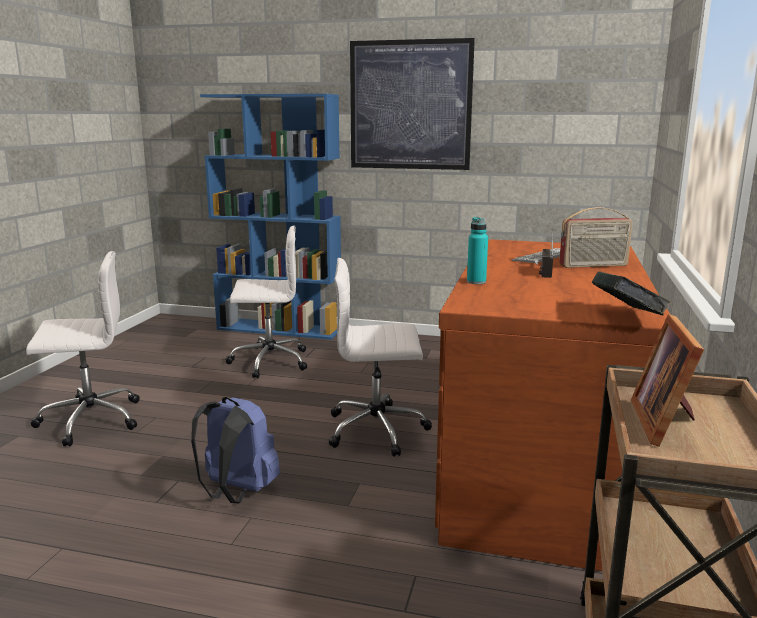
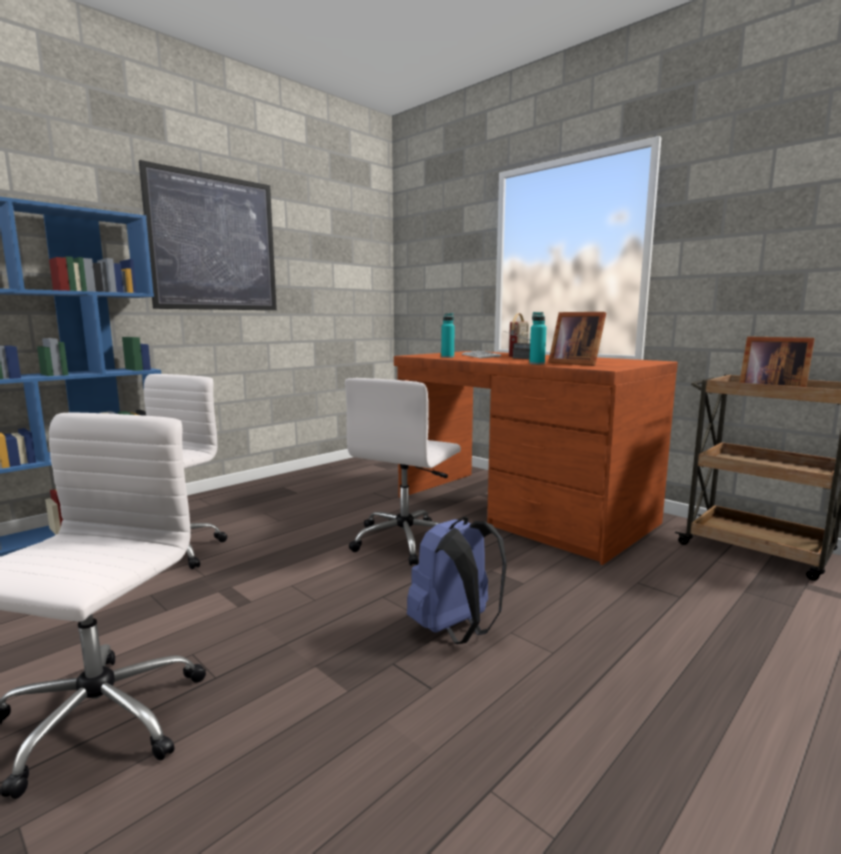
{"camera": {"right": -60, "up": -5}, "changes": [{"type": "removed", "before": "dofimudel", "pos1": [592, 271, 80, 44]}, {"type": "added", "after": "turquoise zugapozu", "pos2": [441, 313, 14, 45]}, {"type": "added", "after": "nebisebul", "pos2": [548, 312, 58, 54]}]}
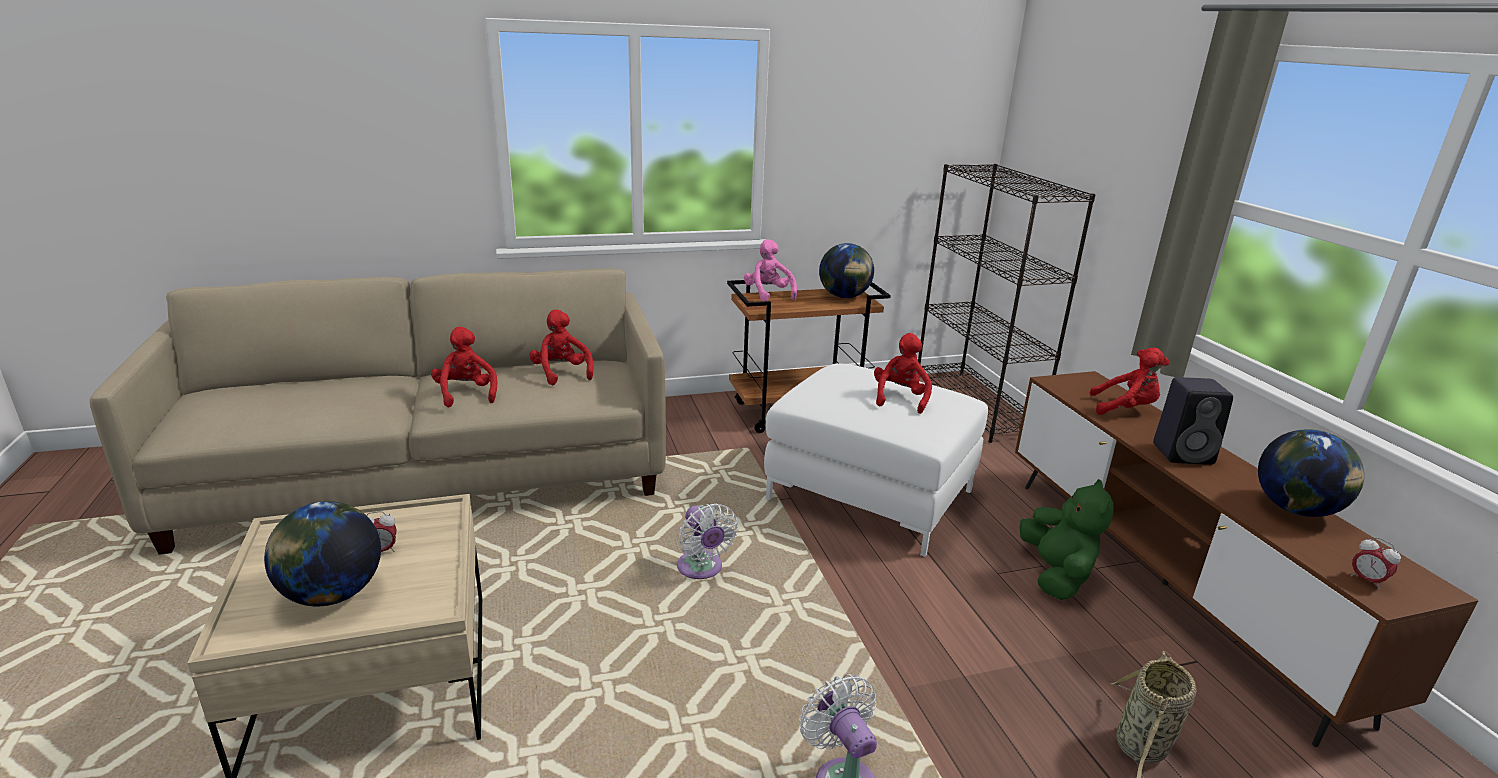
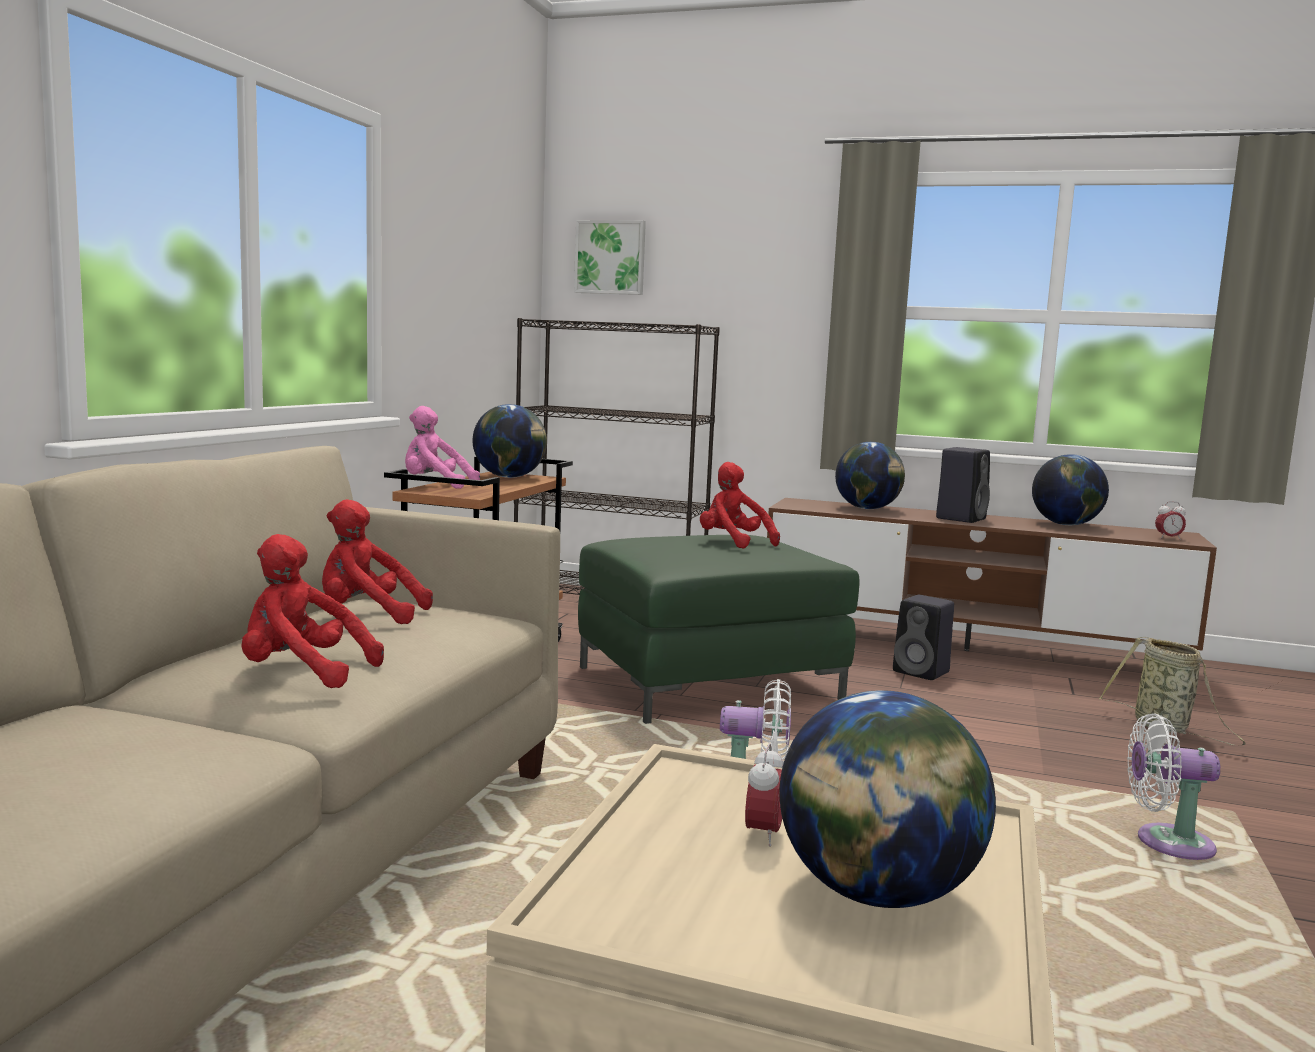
{"camera": {"right": -55, "up": -15}, "changes": [{"type": "recoloured", "before": "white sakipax", "after": "green sakipax", "pos1": [764, 363, 224, 194], "pos2": [578, 535, 282, 189]}, {"type": "replaced", "before": "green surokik", "after": "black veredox", "pos1": [1019, 479, 95, 121], "pos2": [893, 595, 61, 85]}, {"type": "replaced", "before": "red surokik", "after": "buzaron", "pos1": [1090, 348, 79, 67], "pos2": [835, 442, 70, 67]}, {"type": "added", "after": "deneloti", "pos2": [574, 220, 72, 75]}]}
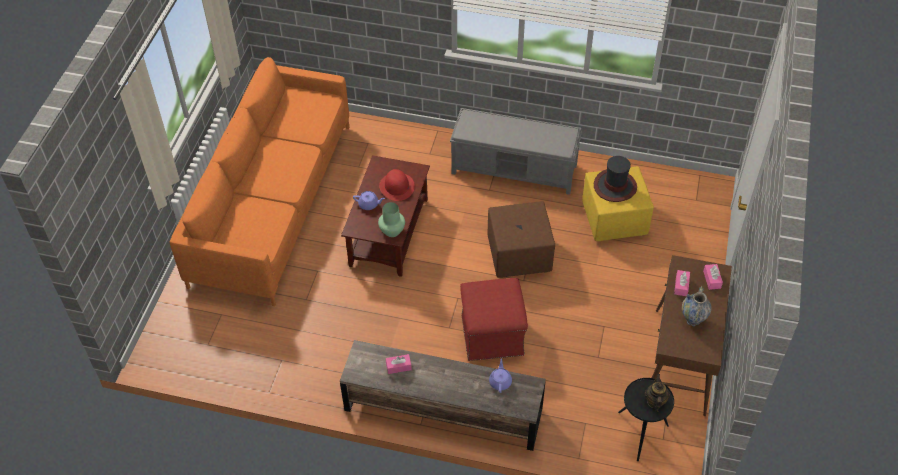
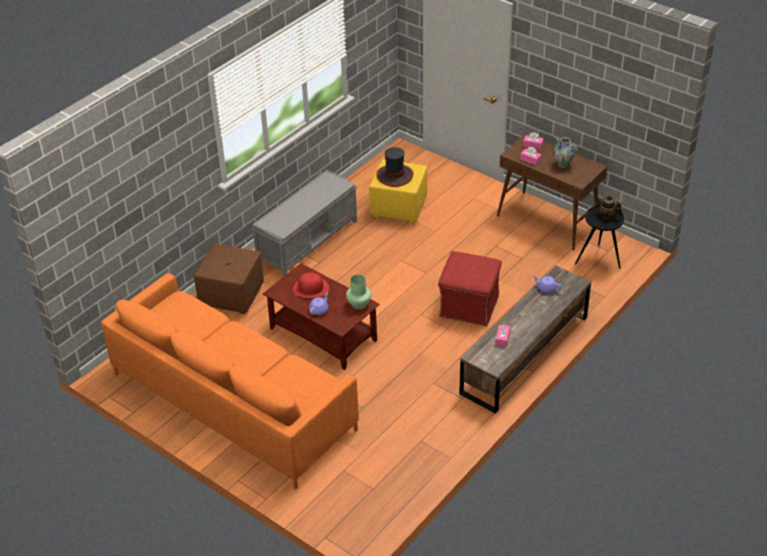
{"camera": {"right": -65, "up": -10}, "changes": [{"type": "moved", "before": "brown sakipax", "pos1": [488, 201, 67, 77], "pos2": [194, 244, 70, 70]}]}
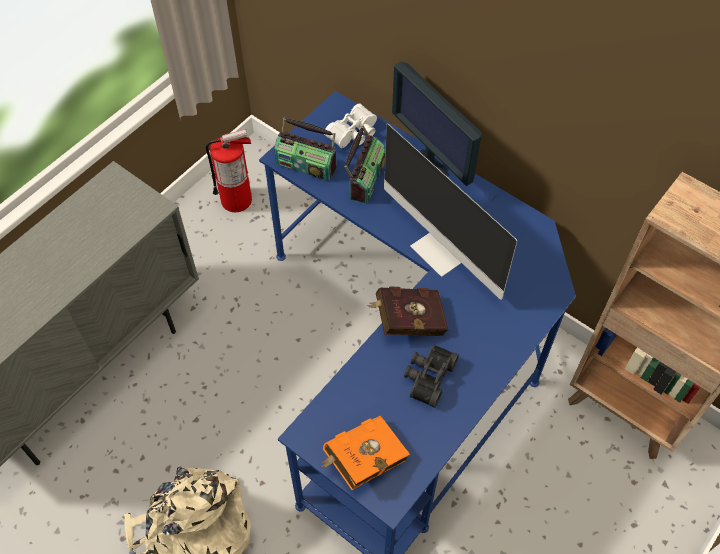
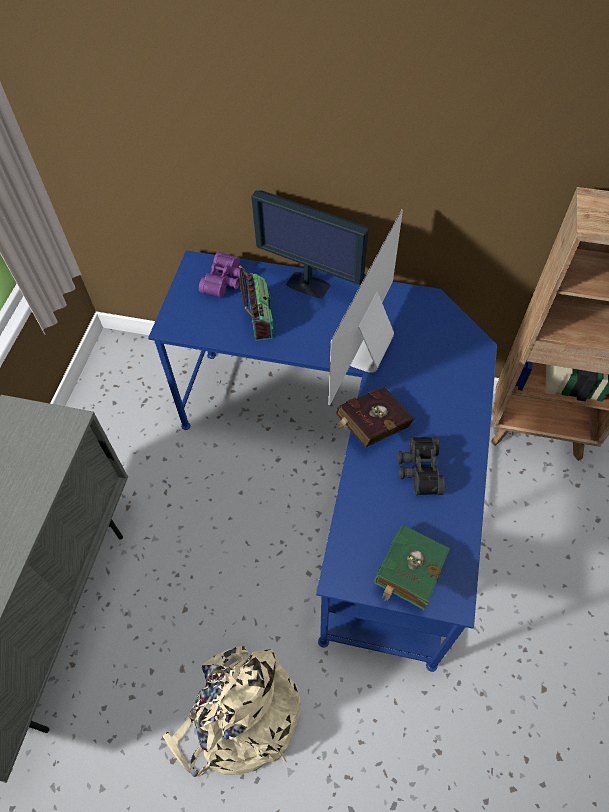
{"camera": {"right": -25, "up": 0}, "changes": [{"type": "removed", "before": "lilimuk", "pos1": [205, 129, 47, 83]}, {"type": "removed", "before": "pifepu", "pos1": [274, 118, 62, 63]}, {"type": "recoloured", "before": "orange dofimudel", "after": "green dofimudel", "pos1": [321, 415, 89, 75], "pos2": [374, 525, 76, 85]}, {"type": "recoloured", "before": "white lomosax", "after": "purple lomosax", "pos1": [324, 103, 53, 45], "pos2": [199, 252, 46, 46]}, {"type": "turned", "before": "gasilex", "pos1": [384, 124, 133, 176], "pos2": [328, 209, 75, 196], "turn": 90}]}
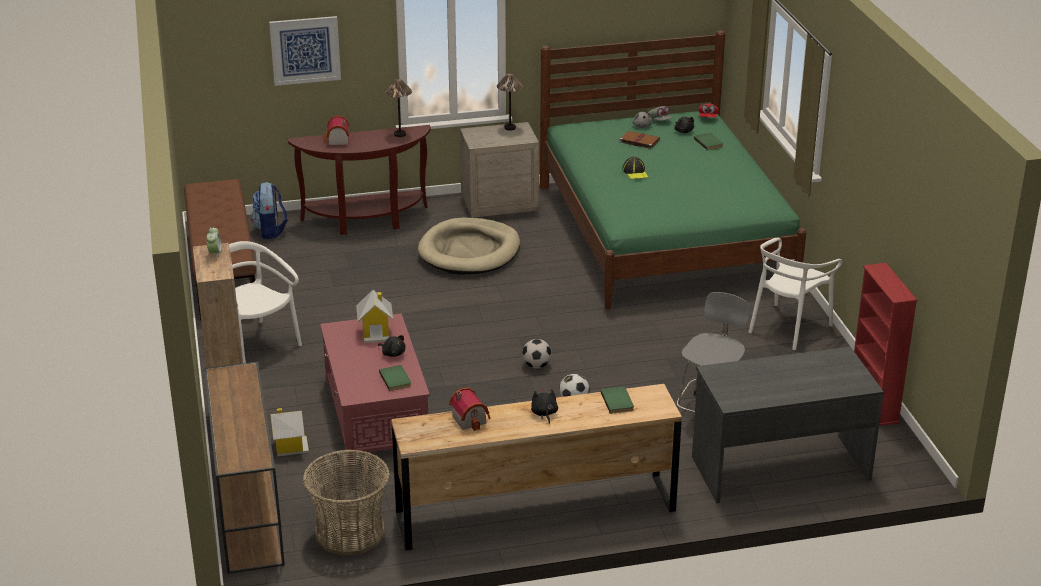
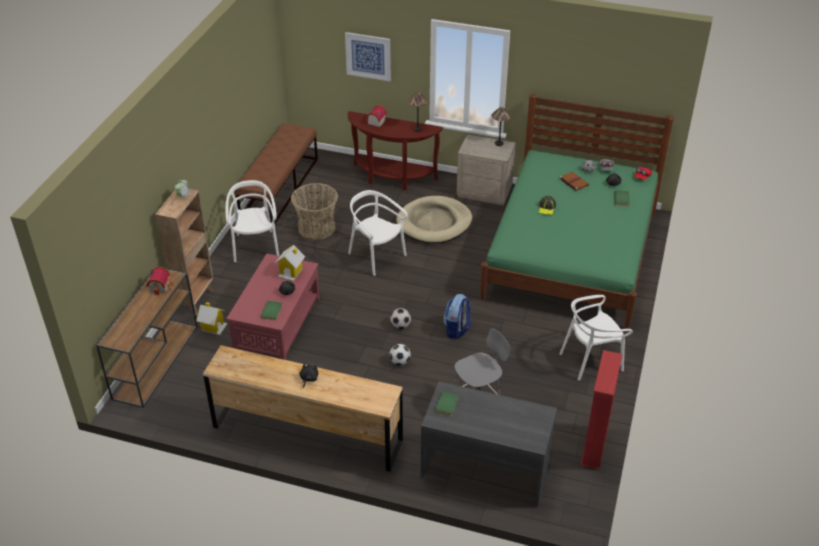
{"camera": {"right": 30, "up": 10}, "changes": [{"type": "moved", "before": "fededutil", "pos1": [251, 182, 37, 58], "pos2": [443, 294, 28, 45]}, {"type": "moved", "before": "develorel", "pos1": [303, 449, 87, 107], "pos2": [291, 183, 47, 57]}, {"type": "moved", "before": "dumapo", "pos1": [449, 388, 42, 43], "pos2": [146, 267, 27, 28]}, {"type": "moved", "before": "green dofimudel", "pos1": [601, 386, 33, 28], "pos2": [434, 391, 25, 25]}, {"type": "added", "after": "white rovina", "pos2": [348, 190, 60, 86]}]}
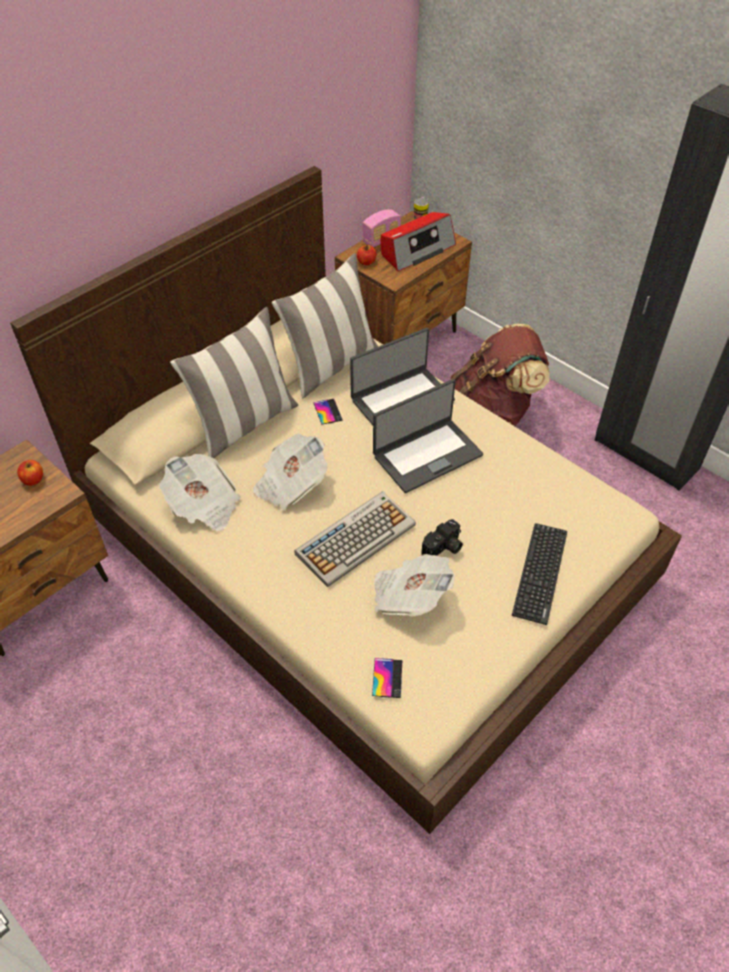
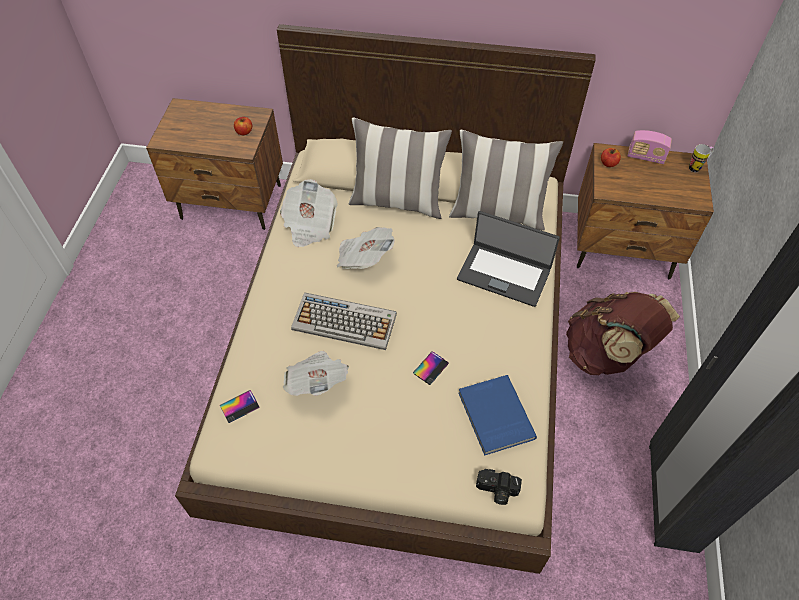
{"camera": {"right": 55, "up": 5}, "changes": [{"type": "moved", "before": "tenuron", "pos1": [313, 399, 30, 25], "pos2": [413, 351, 36, 34]}, {"type": "removed", "before": "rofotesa", "pos1": [373, 379, 110, 114]}, {"type": "removed", "before": "pifepu", "pos1": [380, 212, 76, 59]}, {"type": "moved", "before": "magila", "pos1": [421, 519, 42, 37], "pos2": [476, 469, 46, 36]}, {"type": "removed", "before": "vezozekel", "pos1": [512, 523, 55, 102]}, {"type": "added", "after": "blue dofimudel", "pos2": [459, 375, 78, 81]}]}
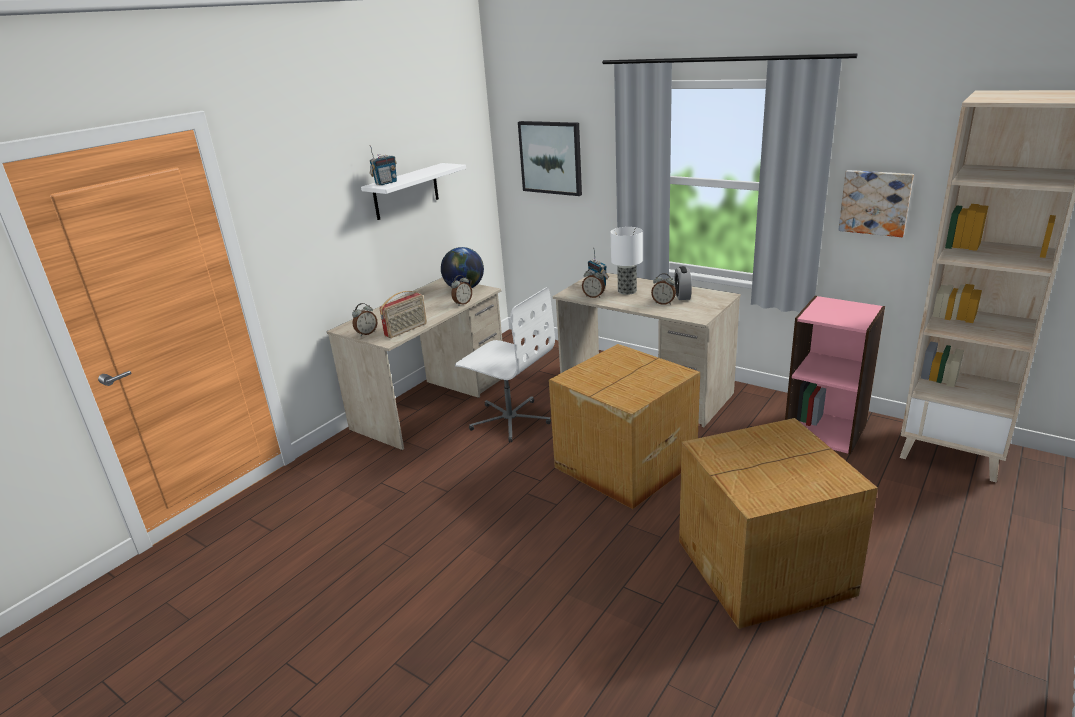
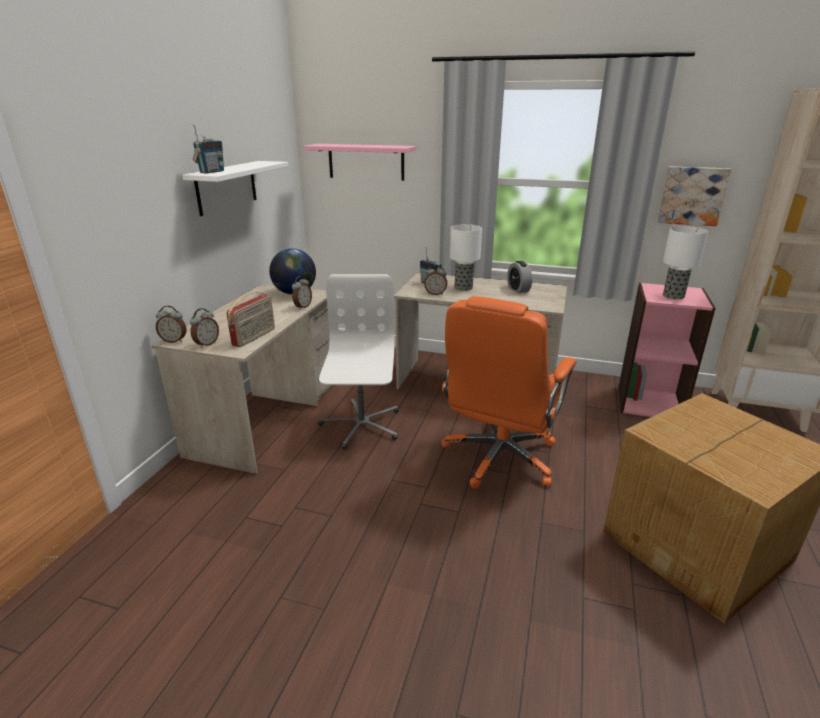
{"camera": {"right": -20, "up": 0}, "changes": [{"type": "turned", "before": "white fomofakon", "pos1": [455, 287, 100, 156], "pos2": [318, 274, 81, 175], "turn": -105}, {"type": "replaced", "before": "deneloti", "after": "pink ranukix", "pos1": [518, 121, 64, 75], "pos2": [304, 144, 112, 37]}, {"type": "replaced", "before": "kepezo", "after": "orange fomofakon", "pos1": [549, 344, 151, 165], "pos2": [441, 296, 136, 193]}, {"type": "moved", "before": "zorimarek", "pos1": [651, 273, 25, 32], "pos2": [156, 306, 30, 37]}, {"type": "added", "after": "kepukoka", "pos2": [663, 226, 45, 74]}]}
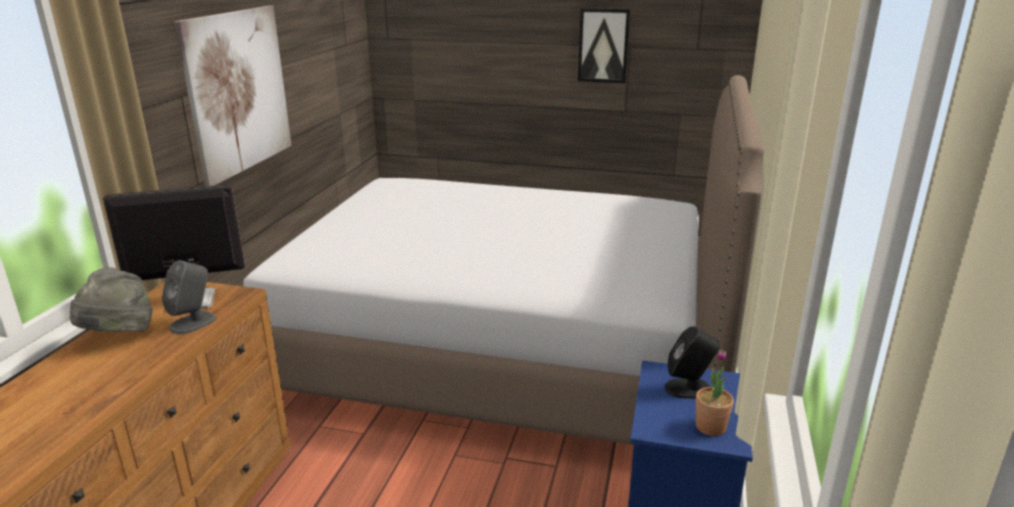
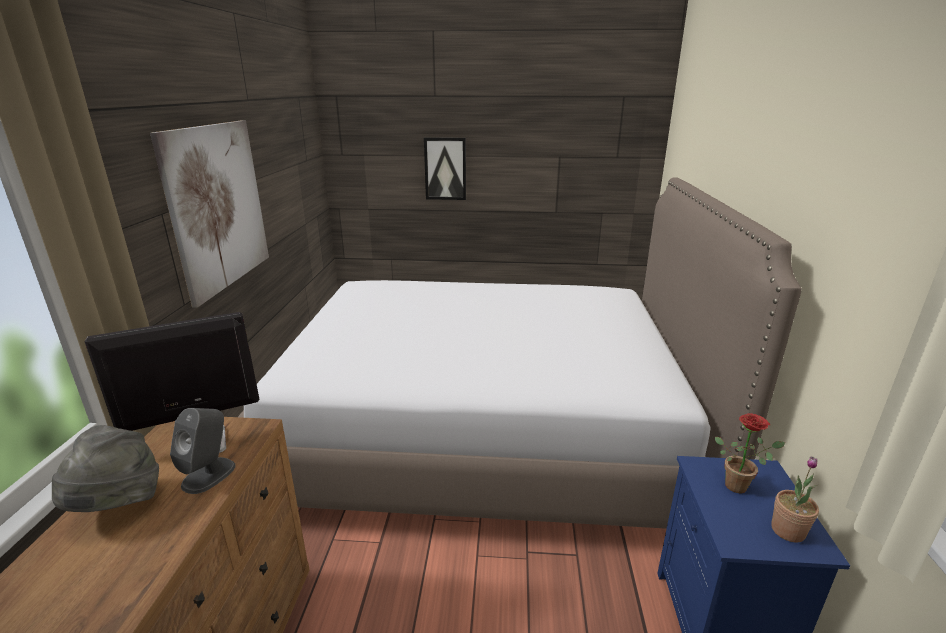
{"camera": {"right": -10, "up": 0}, "changes": [{"type": "moved", "before": "deneloti", "pos1": [578, 8, 52, 75], "pos2": [424, 137, 42, 63]}, {"type": "replaced", "before": "black veredox", "after": "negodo", "pos1": [665, 326, 55, 73], "pos2": [715, 413, 70, 80]}]}
